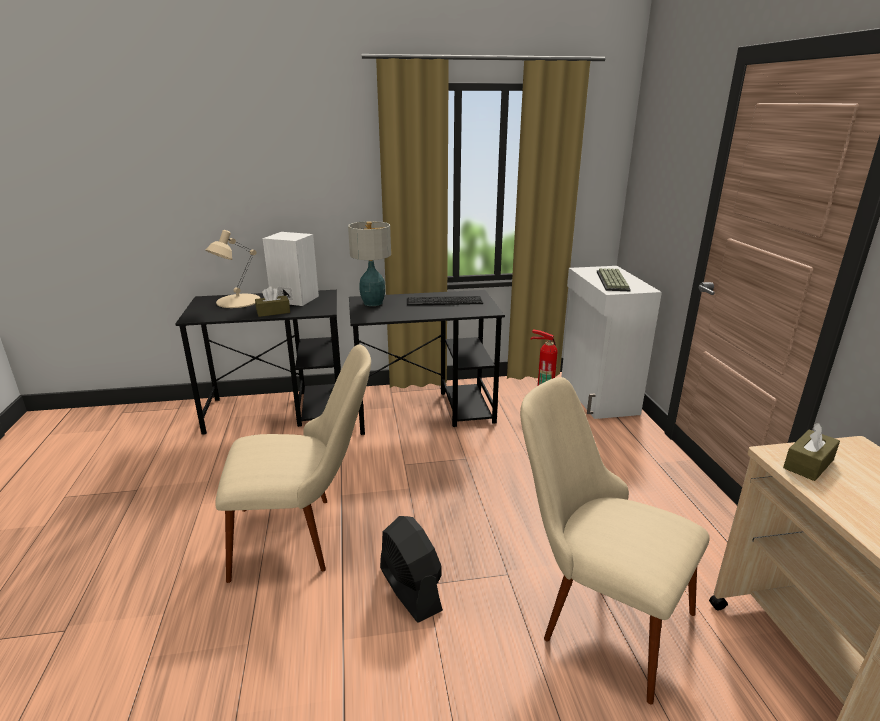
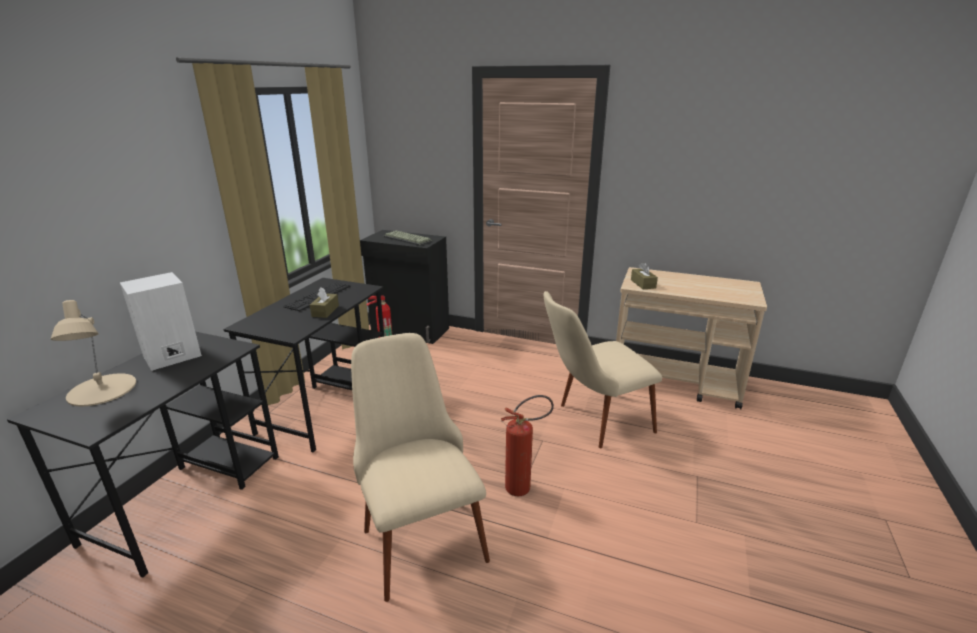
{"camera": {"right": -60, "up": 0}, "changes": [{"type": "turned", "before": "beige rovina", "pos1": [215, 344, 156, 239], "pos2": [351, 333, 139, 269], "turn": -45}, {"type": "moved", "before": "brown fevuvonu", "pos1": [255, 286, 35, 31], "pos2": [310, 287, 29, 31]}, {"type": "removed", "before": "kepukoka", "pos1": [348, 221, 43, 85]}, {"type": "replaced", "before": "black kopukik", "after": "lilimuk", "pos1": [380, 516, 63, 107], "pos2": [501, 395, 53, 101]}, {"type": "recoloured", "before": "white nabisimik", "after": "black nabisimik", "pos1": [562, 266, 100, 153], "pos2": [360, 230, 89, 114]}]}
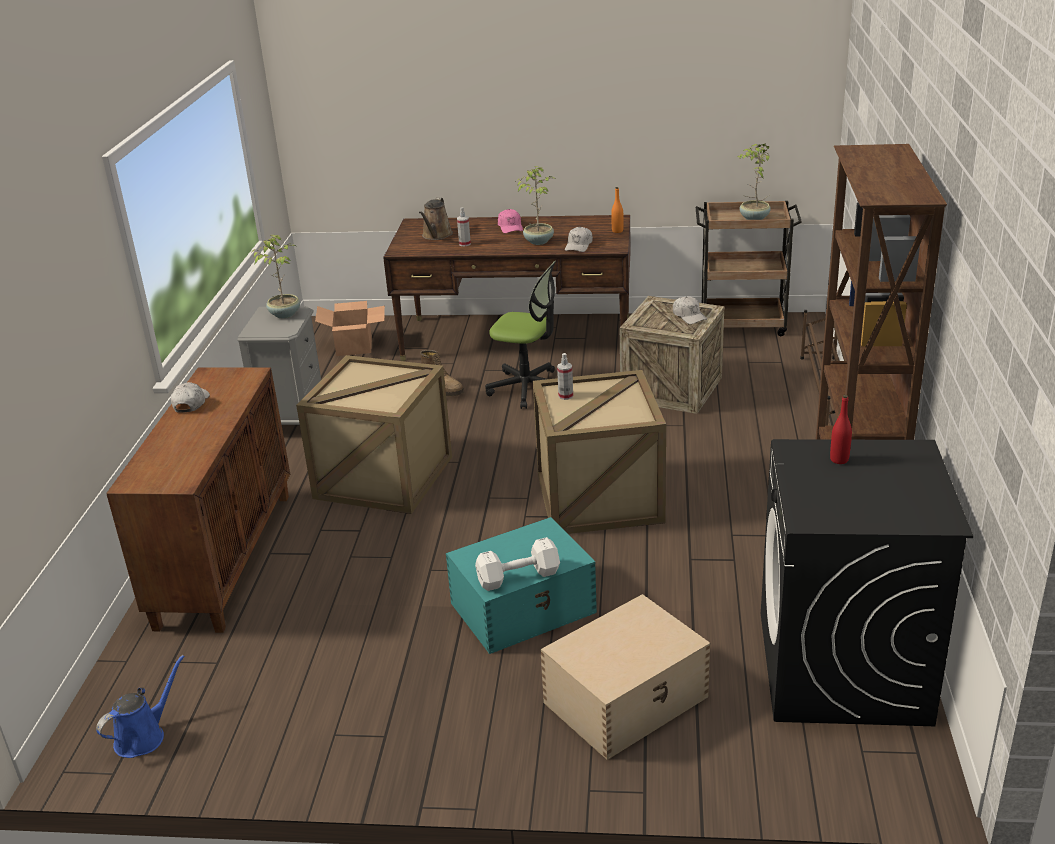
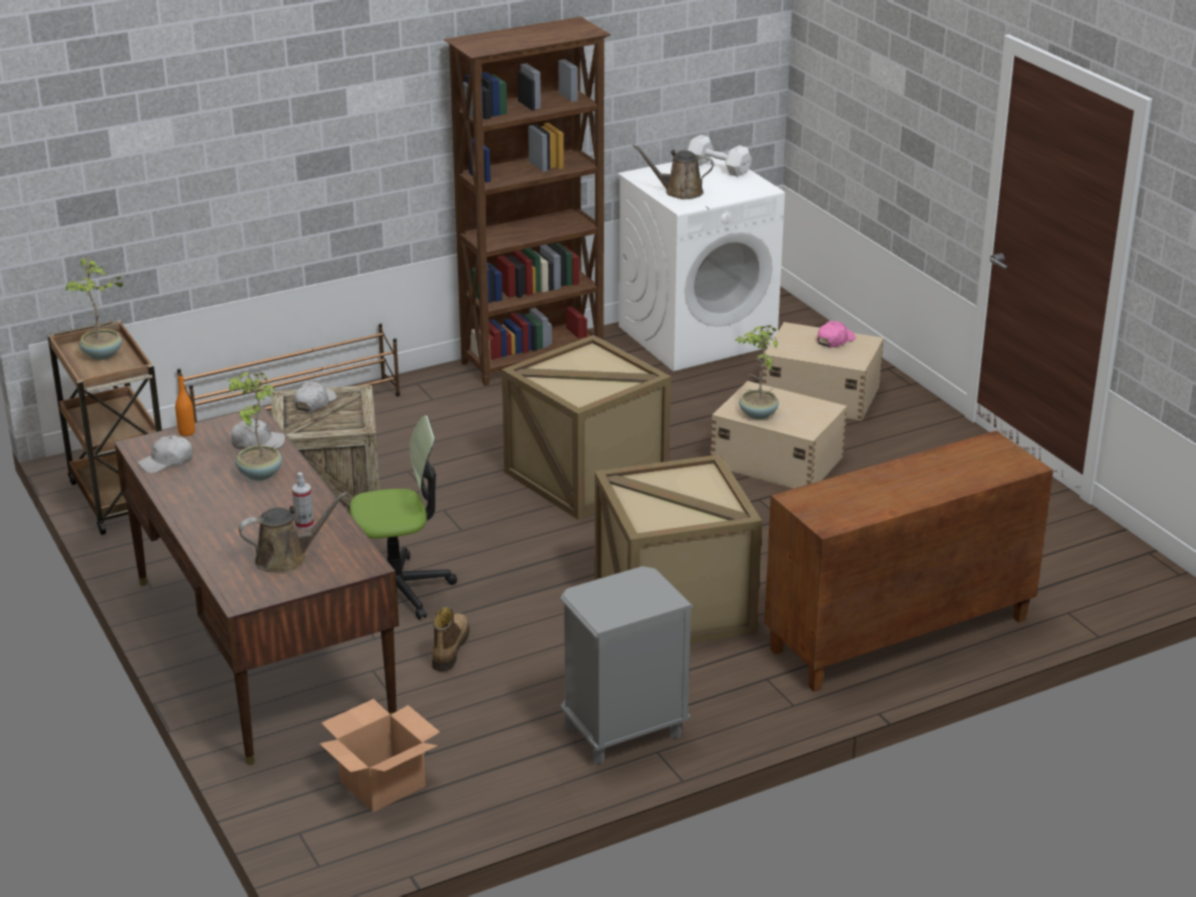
{"camera": {"right": -125, "up": 0}, "changes": [{"type": "removed", "before": "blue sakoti", "pos1": [96, 655, 89, 103]}, {"type": "moved", "before": "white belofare", "pos1": [171, 382, 39, 31], "pos2": [138, 435, 55, 38]}, {"type": "moved", "before": "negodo", "pos1": [252, 235, 48, 83], "pos2": [735, 325, 44, 94]}, {"type": "recoloured", "before": "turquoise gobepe", "after": "beige gobepe", "pos1": [446, 517, 151, 137], "pos2": [711, 381, 136, 107]}, {"type": "moved", "before": "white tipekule", "pos1": [475, 537, 85, 54], "pos2": [687, 135, 65, 42]}, {"type": "turned", "before": "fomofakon", "pos1": [485, 261, 71, 148], "pos2": [350, 415, 107, 205], "turn": 90}, {"type": "moved", "before": "pink belofare", "pos1": [498, 209, 25, 24], "pos2": [817, 321, 39, 27]}, {"type": "removed", "before": "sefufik", "pos1": [557, 353, 16, 47]}, {"type": "recoloured", "before": "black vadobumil", "after": "white vadobumil", "pos1": [761, 439, 212, 287], "pos2": [618, 152, 167, 219]}, {"type": "replaced", "before": "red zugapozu", "after": "brown sakoti", "pos1": [830, 395, 22, 69], "pos2": [632, 144, 82, 55]}]}
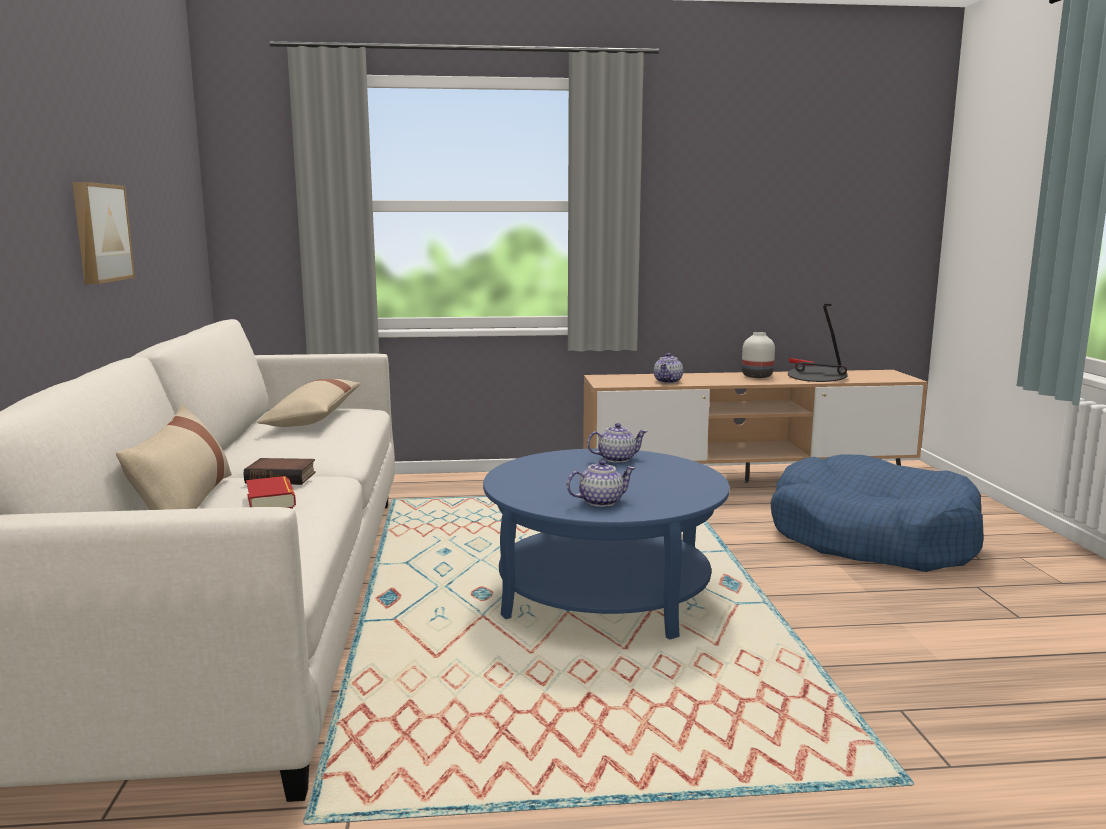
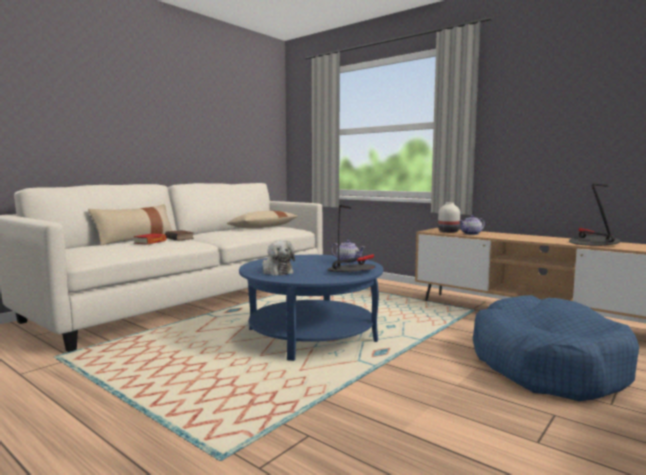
{"camera": {"right": 45, "up": -5}, "changes": [{"type": "removed", "before": "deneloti", "pos1": [72, 182, 63, 102]}, {"type": "replaced", "before": "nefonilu", "after": "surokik", "pos1": [567, 460, 68, 47], "pos2": [262, 240, 33, 36]}, {"type": "moved", "before": "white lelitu", "pos1": [742, 332, 33, 46], "pos2": [438, 202, 22, 31]}, {"type": "added", "after": "kepukoka", "pos2": [327, 205, 48, 67]}]}
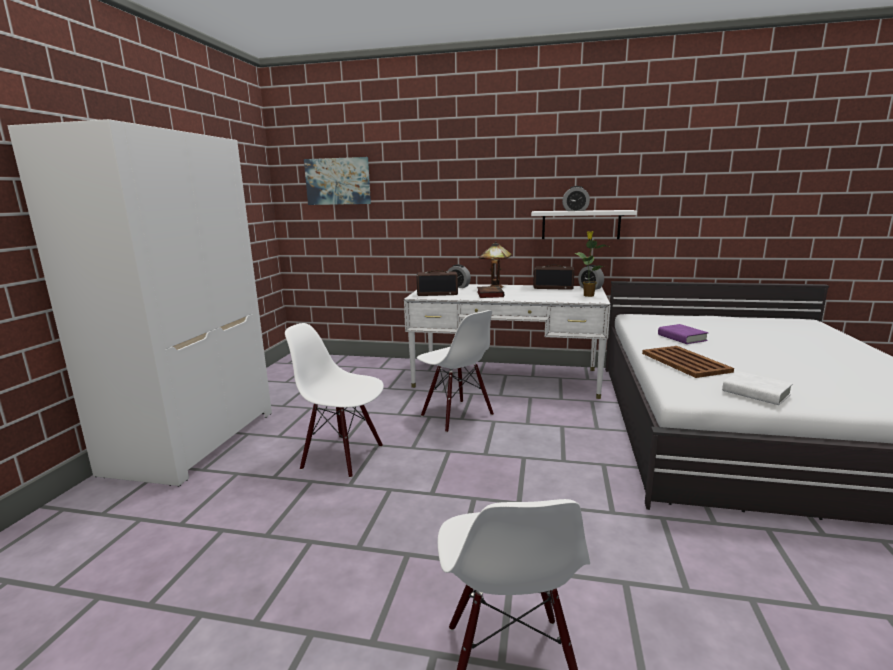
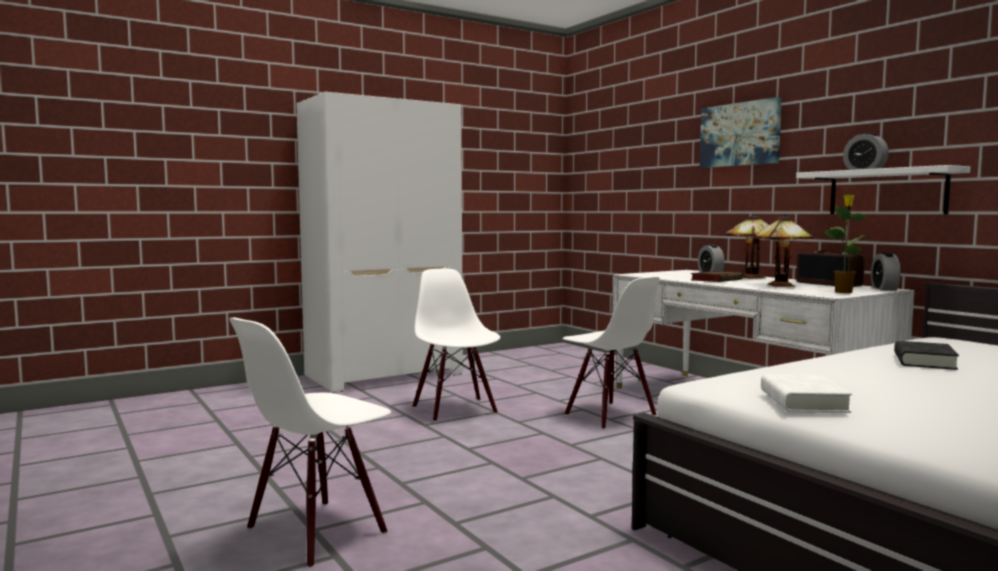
{"camera": {"right": 45, "up": -10}, "changes": [{"type": "moved", "before": "deneloti", "pos1": [304, 157, 67, 48], "pos2": [700, 97, 82, 71]}, {"type": "removed", "before": "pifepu", "pos1": [417, 270, 41, 26]}, {"type": "turned", "before": "white rovina", "pos1": [417, 310, 77, 123], "pos2": [562, 277, 98, 152], "turn": -45}, {"type": "removed", "before": "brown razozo", "pos1": [642, 346, 92, 32]}, {"type": "recoloured", "before": "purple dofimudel", "after": "black dofimudel", "pos1": [658, 324, 51, 20], "pos2": [894, 341, 65, 29]}, {"type": "added", "after": "kepukoka", "pos2": [755, 214, 59, 73]}]}
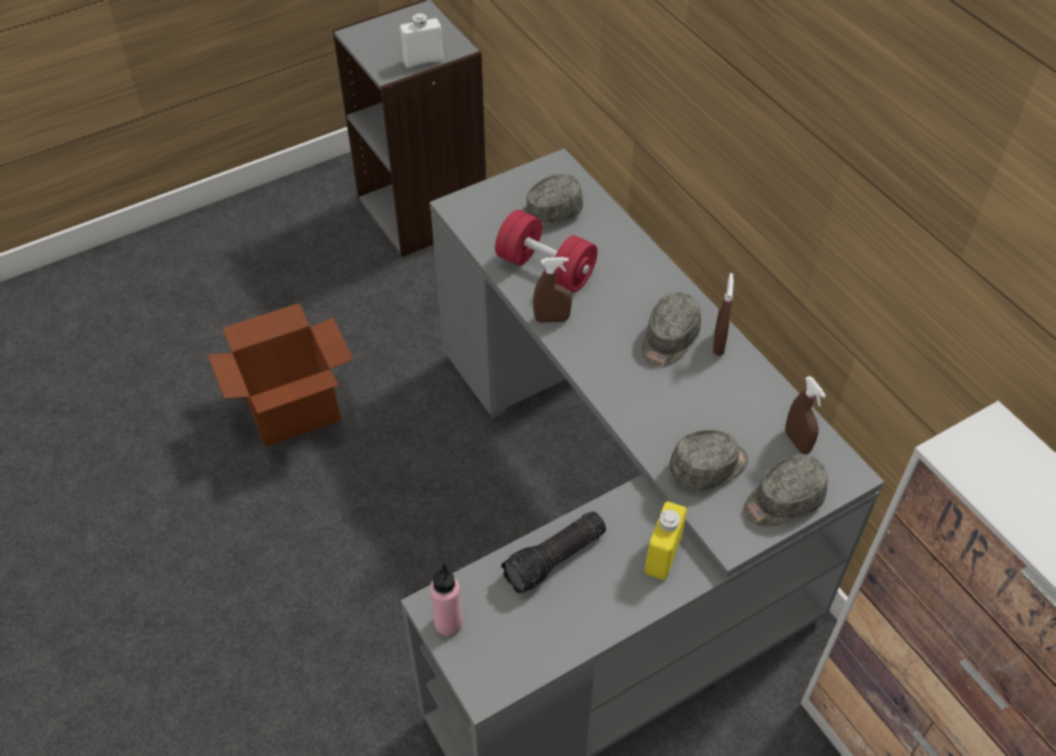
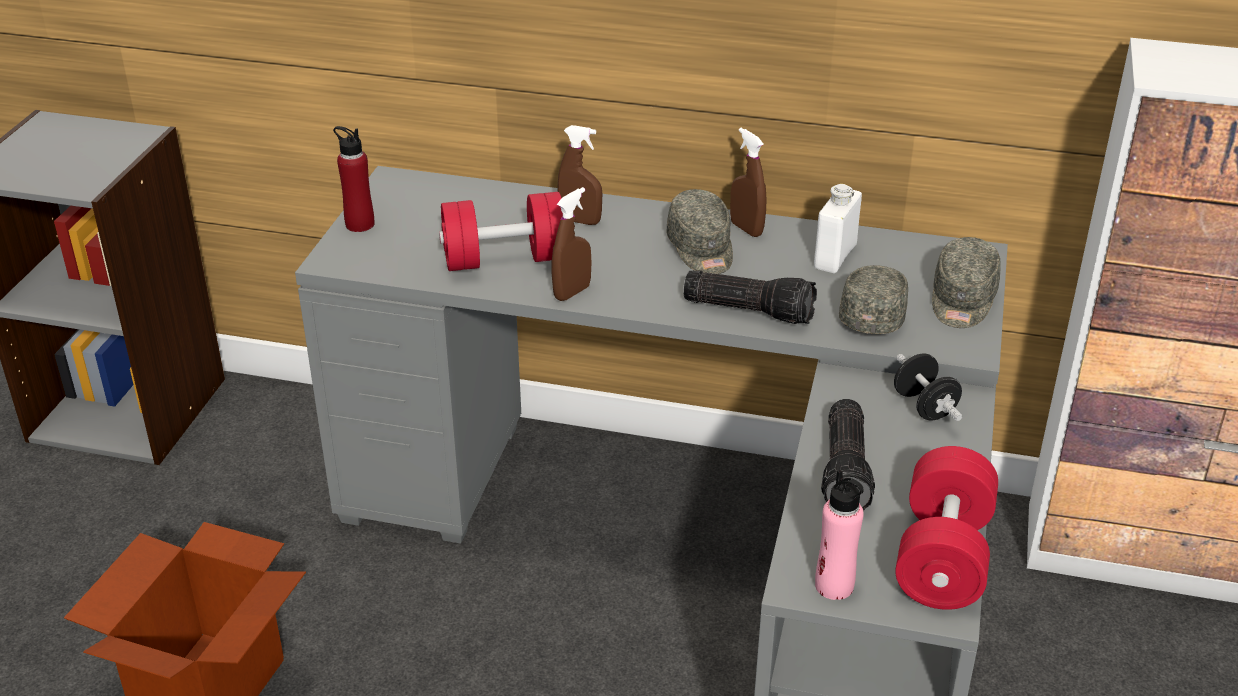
{"camera": {"right": -45, "up": -15}, "changes": [{"type": "moved", "before": "white zugapozu", "pos1": [400, 13, 43, 55], "pos2": [814, 184, 48, 89]}, {"type": "removed", "before": "grey belofare", "pos1": [521, 174, 62, 55]}, {"type": "replaced", "before": "yellow zugapozu", "after": "black tipekule", "pos1": [645, 501, 42, 79], "pos2": [894, 353, 68, 68]}, {"type": "moved", "before": "brown sefufik", "pos1": [785, 376, 41, 78], "pos2": [557, 125, 45, 100]}, {"type": "added", "after": "red zugapozu", "pos2": [333, 126, 41, 106]}, {"type": "added", "after": "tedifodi", "pos2": [683, 270, 134, 54]}, {"type": "added", "after": "red tipekule", "pos2": [895, 446, 103, 164]}]}
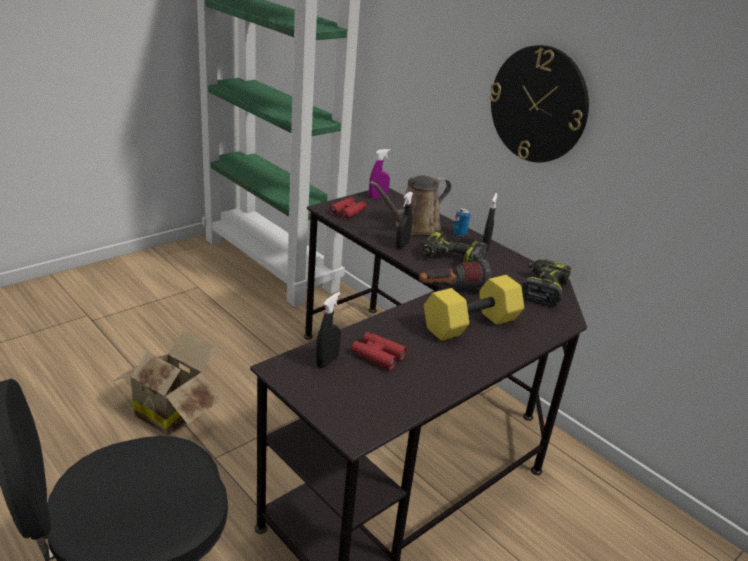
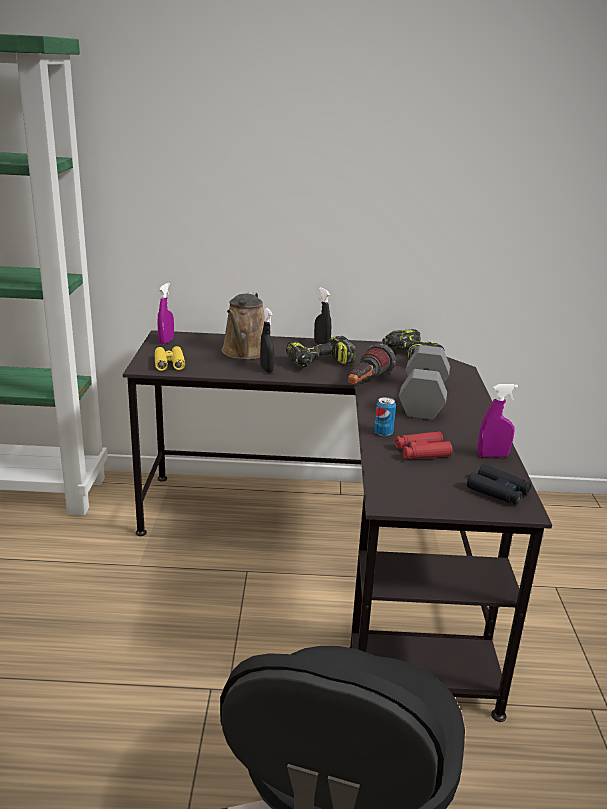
{"camera": {"right": -45, "up": -5}, "changes": [{"type": "removed", "before": "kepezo", "pos1": [113, 330, 109, 106]}, {"type": "removed", "before": "black sefufik", "pos1": [316, 292, 25, 76]}, {"type": "recoloured", "before": "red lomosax", "after": "yellow lomosax", "pos1": [329, 197, 37, 23], "pos2": [155, 346, 30, 25]}, {"type": "recoloured", "before": "yellow tipekule", "after": "grey tipekule", "pos1": [424, 275, 100, 66], "pos2": [399, 345, 51, 75]}, {"type": "moved", "before": "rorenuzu", "pos1": [453, 208, 17, 29], "pos2": [374, 397, 22, 39]}, {"type": "removed", "before": "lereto", "pos1": [489, 45, 100, 118]}, {"type": "added", "after": "black lomosax", "pos2": [467, 464, 64, 41]}, {"type": "added", "after": "purple sefufik", "pos2": [478, 384, 40, 73]}]}
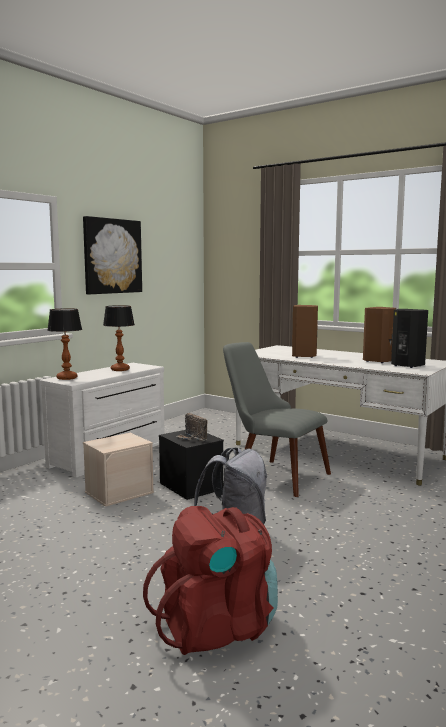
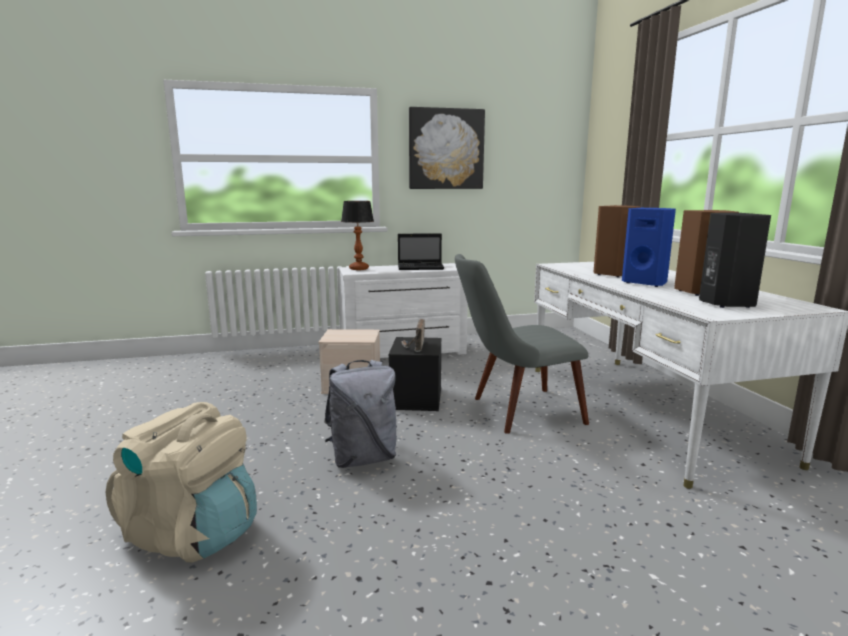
{"camera": {"right": 40, "up": 5}, "changes": [{"type": "replaced", "before": "kepukoka", "after": "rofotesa", "pos1": [103, 305, 32, 66], "pos2": [398, 233, 46, 37]}, {"type": "recoloured", "before": "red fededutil", "after": "beige fededutil", "pos1": [143, 506, 135, 149], "pos2": [105, 402, 152, 160]}, {"type": "turned", "before": "grey rovina", "pos1": [223, 342, 108, 155], "pos2": [455, 254, 134, 180], "turn": -90}, {"type": "added", "after": "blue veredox", "pos2": [622, 208, 54, 79]}]}
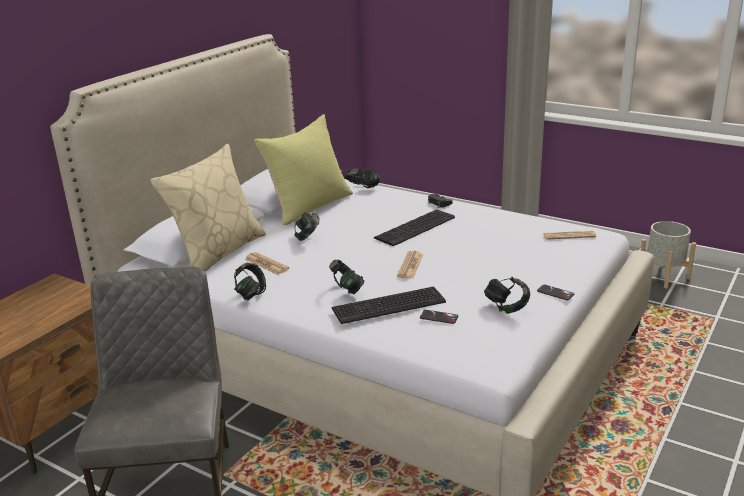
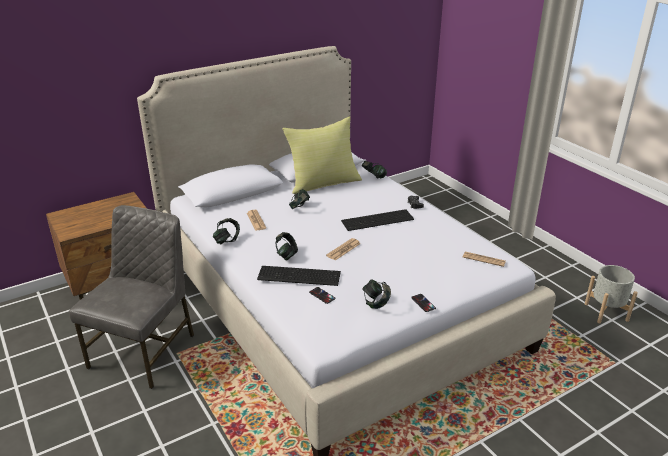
{"camera": {"right": 25, "up": 5}, "changes": [{"type": "removed", "before": "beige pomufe", "pos1": [150, 144, 116, 128]}]}
